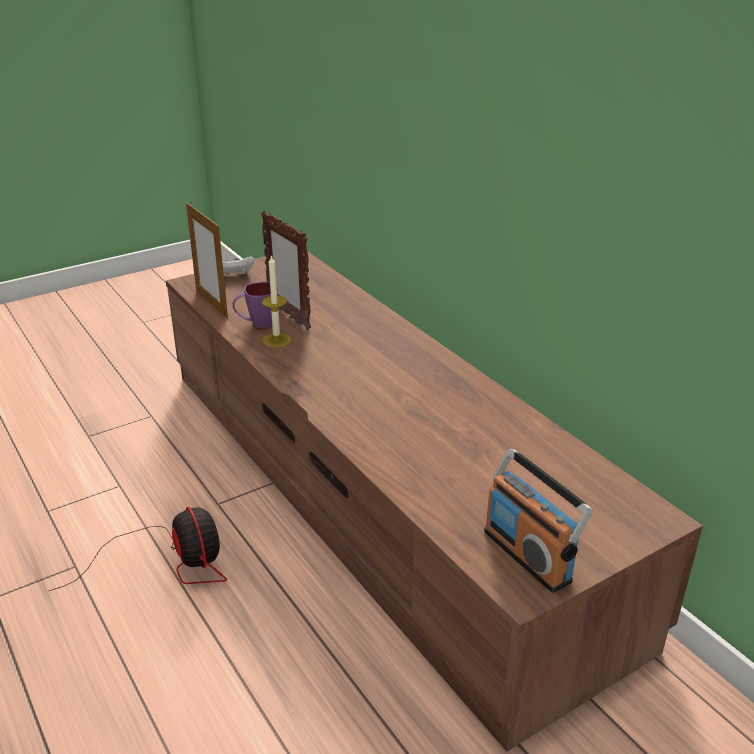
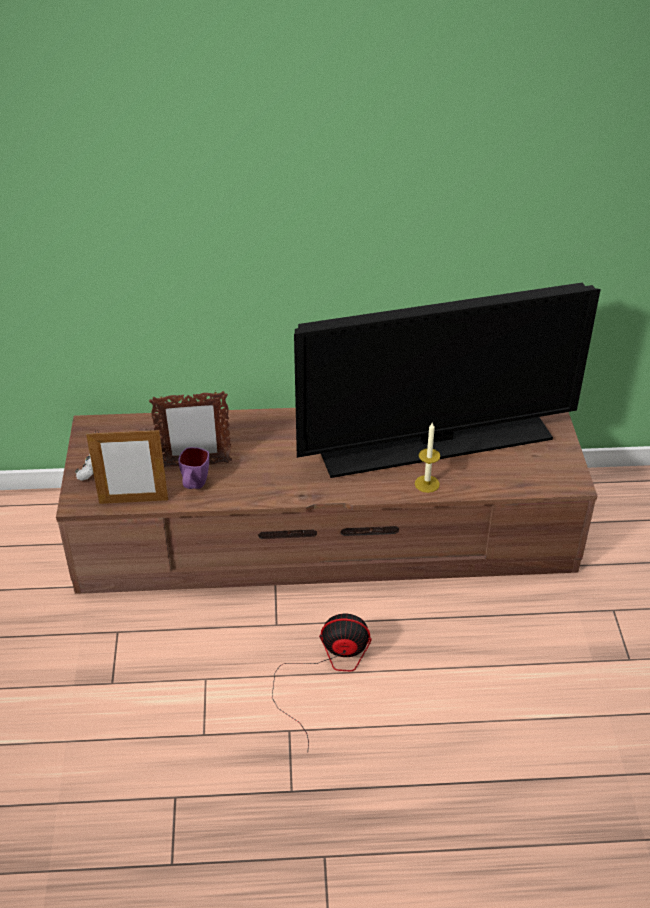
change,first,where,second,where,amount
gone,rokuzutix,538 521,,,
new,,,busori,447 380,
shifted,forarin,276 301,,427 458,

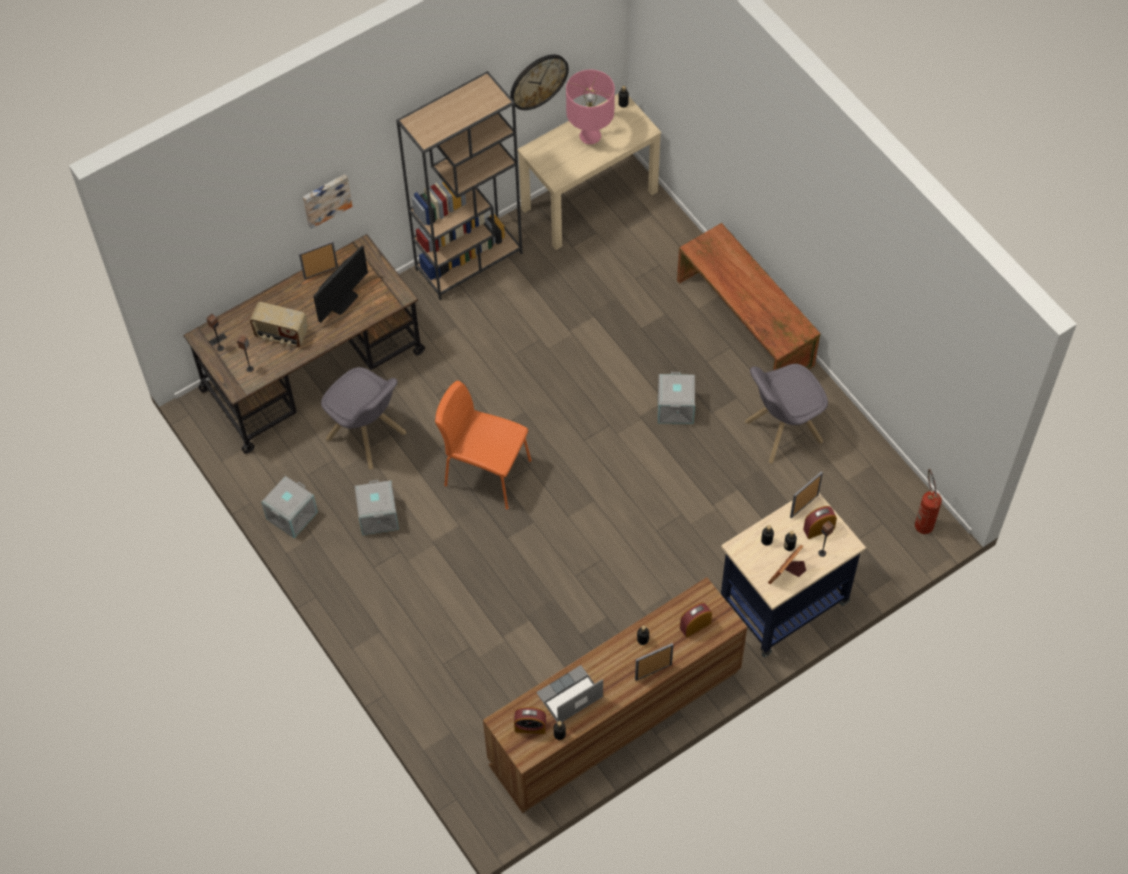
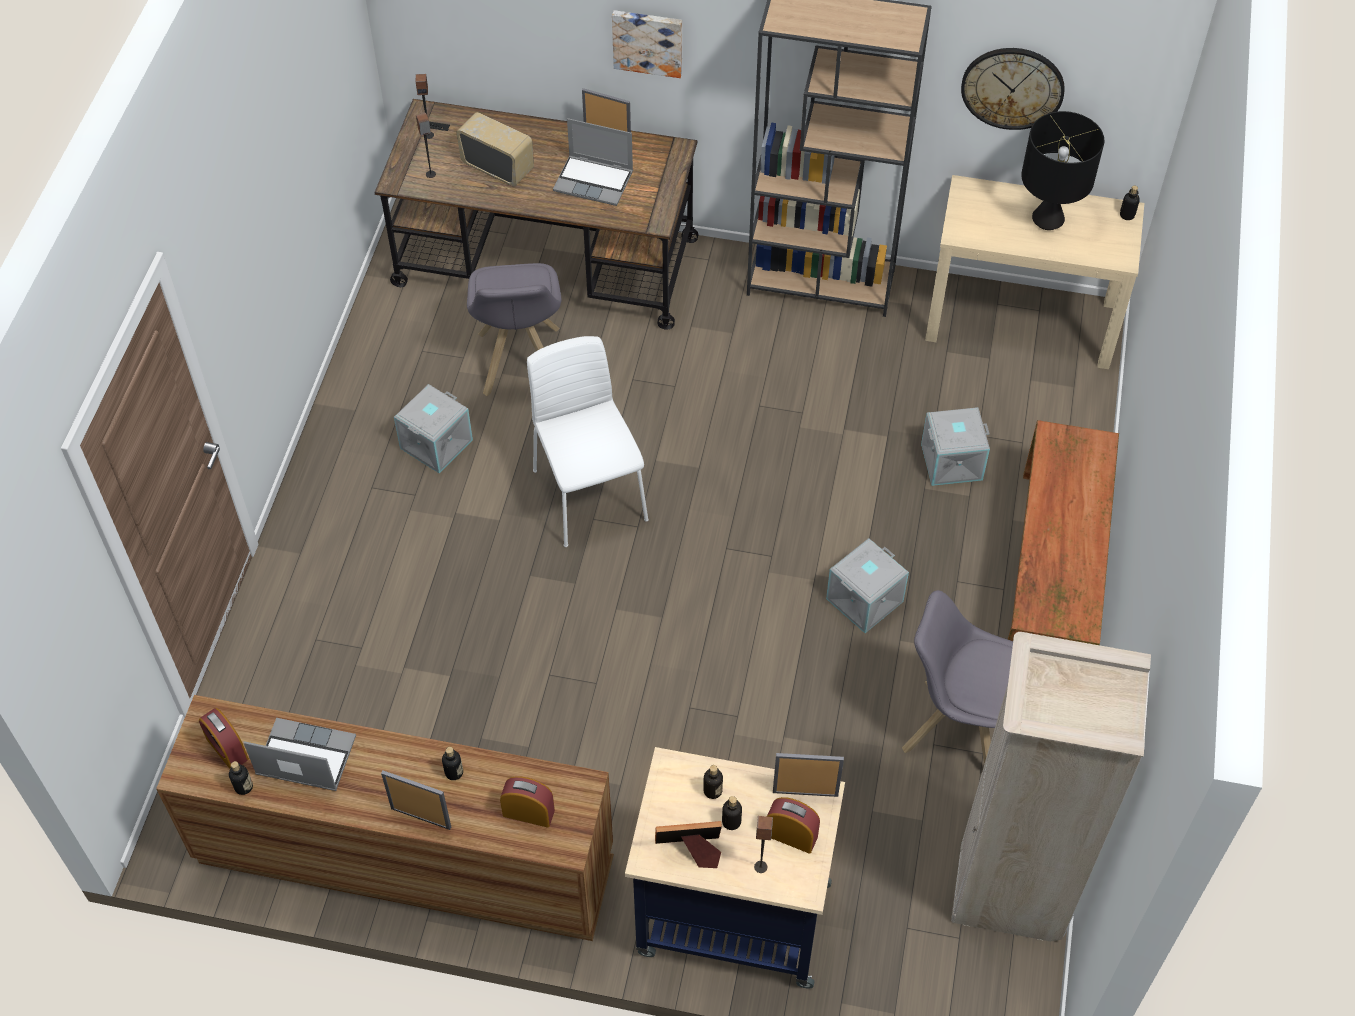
change,first,where,second,where,amount
gone,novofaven,928 501,,,
new,,,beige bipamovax,1051 787,
shifted,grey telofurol,289 507,,955 446,
swapped,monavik,340 284,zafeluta,593 162,
repainted,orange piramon,483 445,white piramon,588 441,
repainted,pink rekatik,590 107,black rekatik,1062 170,
rotated,rokuzutix,279 324,,495 149,150 degrees clockwise

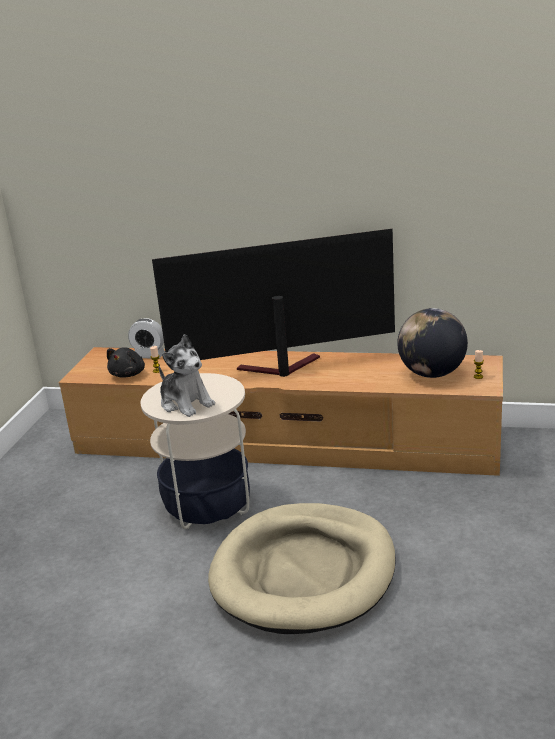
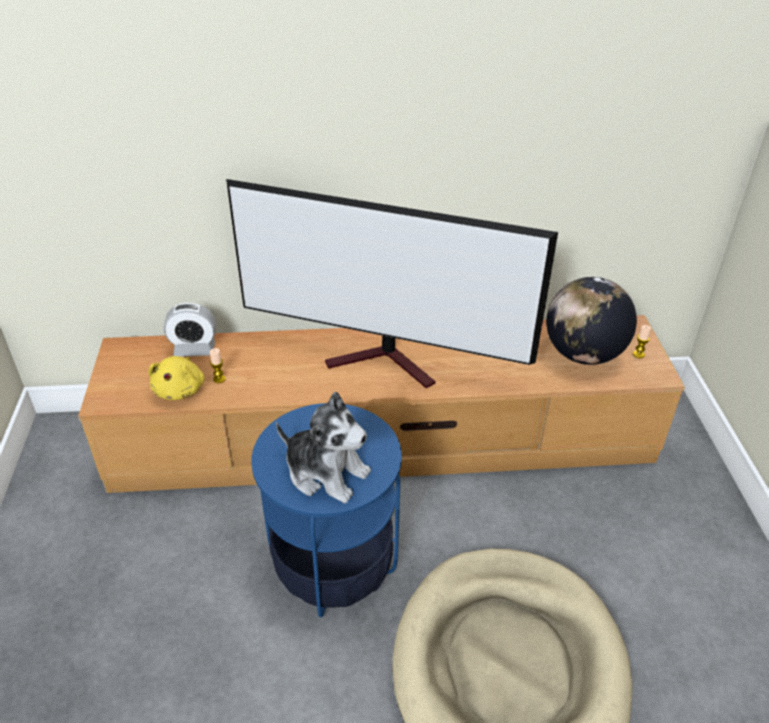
change,first,where,second,where,amount
repainted,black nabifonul,126 362,yellow nabifonul,176 378,
repainted,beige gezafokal,195 451,blue gezafokal,326 510,
rotated,busori,273 303,,392 283,135 degrees counterclockwise

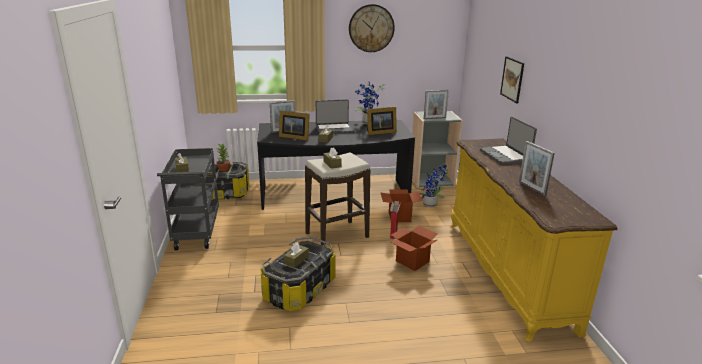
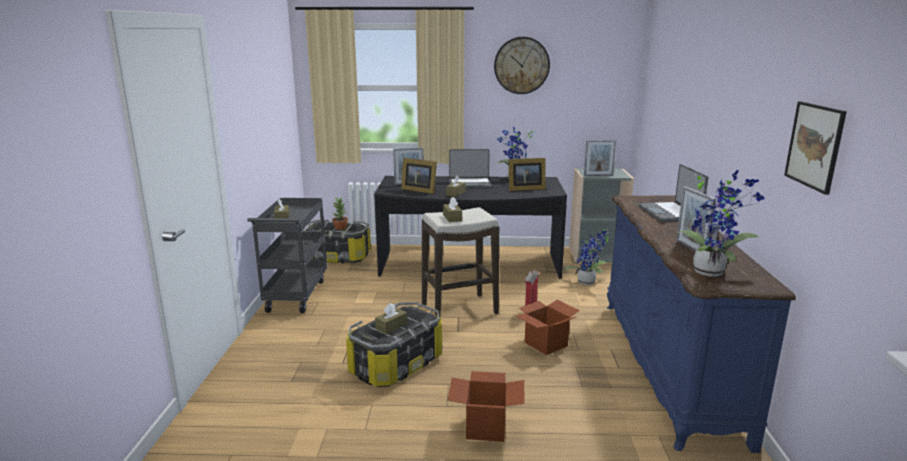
change,first,where,second,where,amount
new,,,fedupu,719 223,
shifted,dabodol,402 205,,486 406,
shifted,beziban,512 80,,815 148,
repainted,yellow bipamovax,534 240,blue bipamovax,701 324,

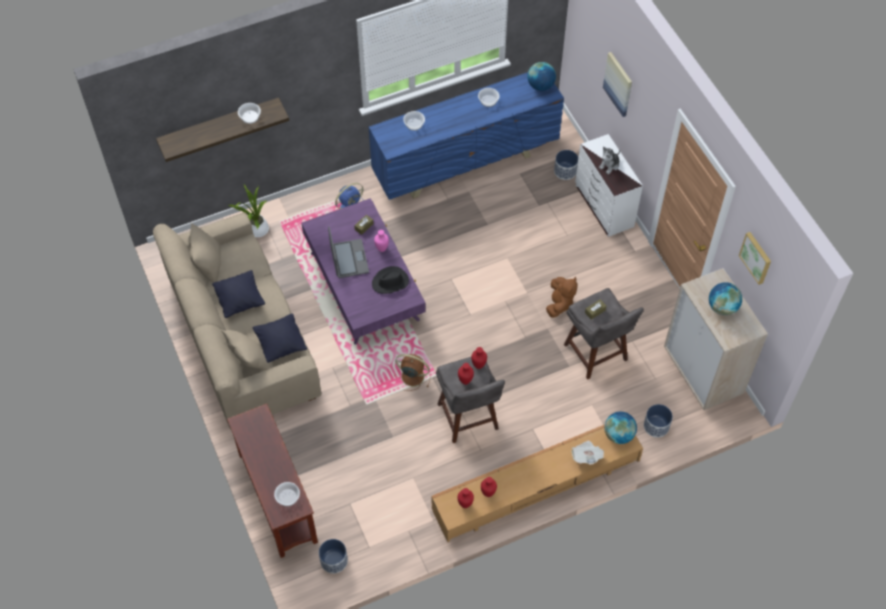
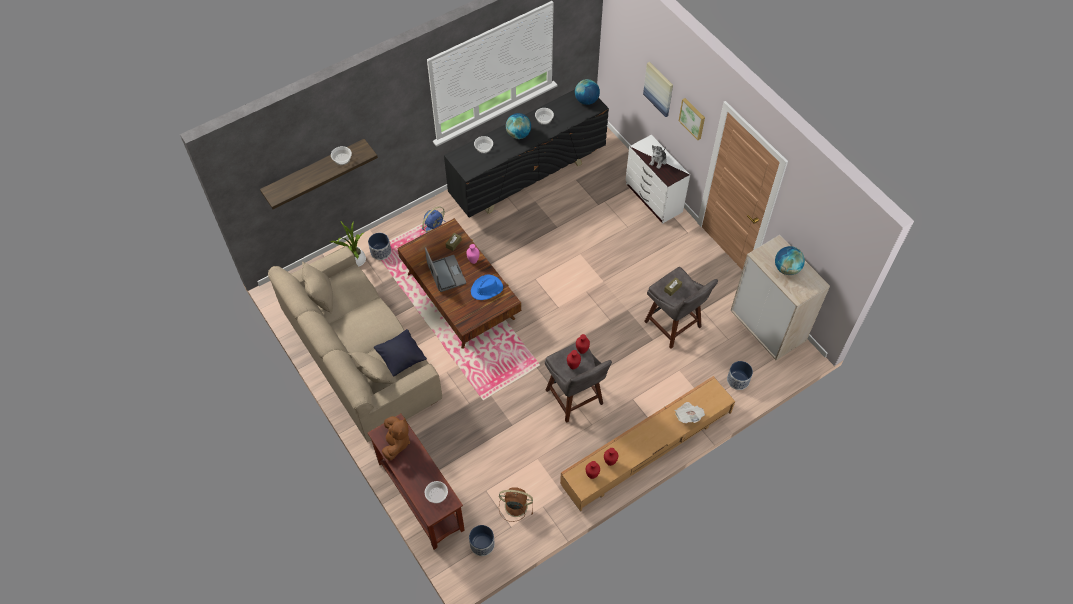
change,first,where,second,where,amount
gone,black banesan,238 294,,,
shifted,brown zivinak,412 372,,516 505,
shifted,brown nabifonul,562 297,,396 438,
shifted,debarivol,566 165,,379 246,
shifted,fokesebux,620 428,,518 126,
shifted,beziban,755 258,,692 119,
repainted,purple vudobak,363 271,brown vudobak,459 283,
repainted,blue bipamovax,466 136,black bipamovax,526 154,
repainted,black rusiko,390 280,blue rusiko,487 287,

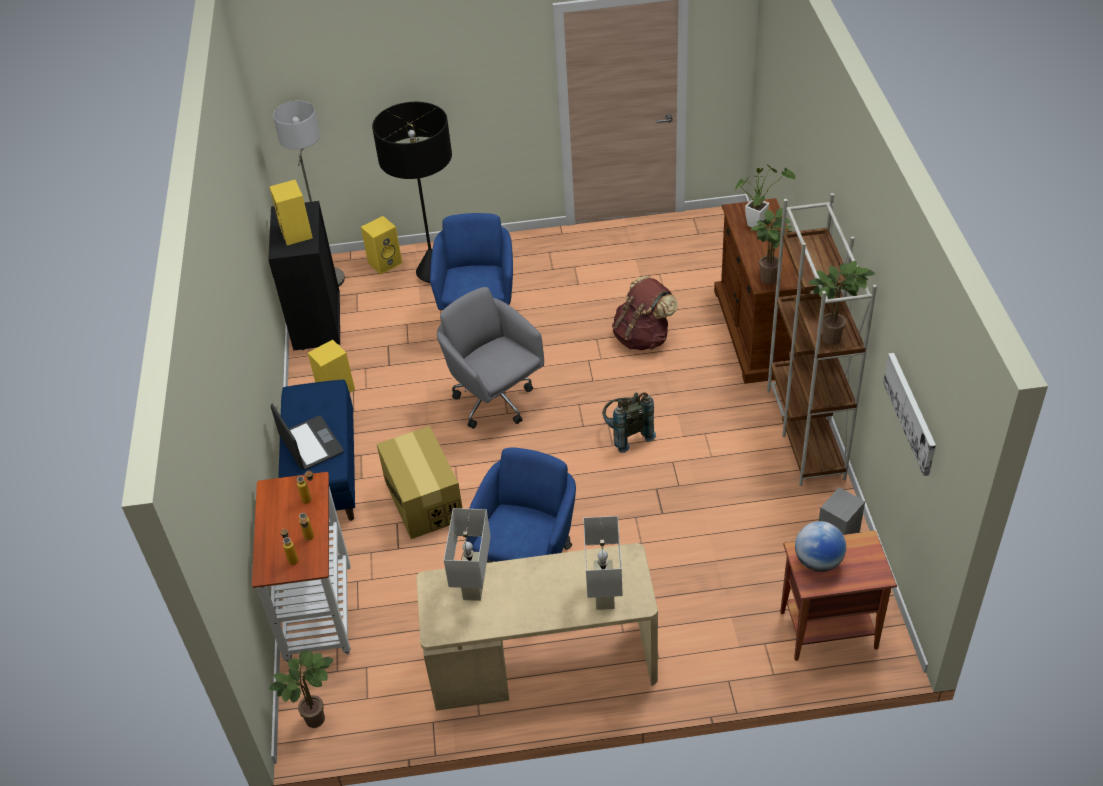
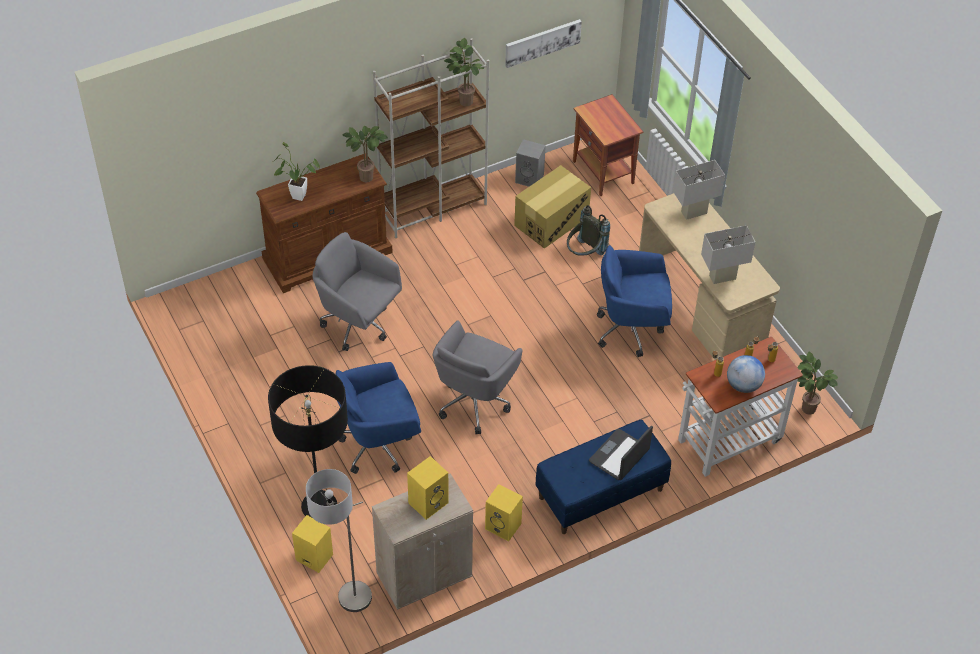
change,first,where,second,where,amount
shifted,dabodol,420 482,,552 207,
shifted,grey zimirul,629 422,,588 230,
shifted,fokesebux,820 546,,746 374,
swapped,brown zimirul,645 313,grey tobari,357 291,
repainted,black bipamovax,304 276,beige bipamovax,422 541,

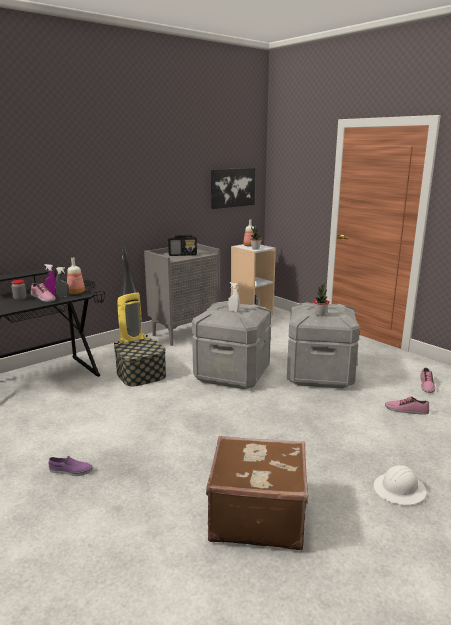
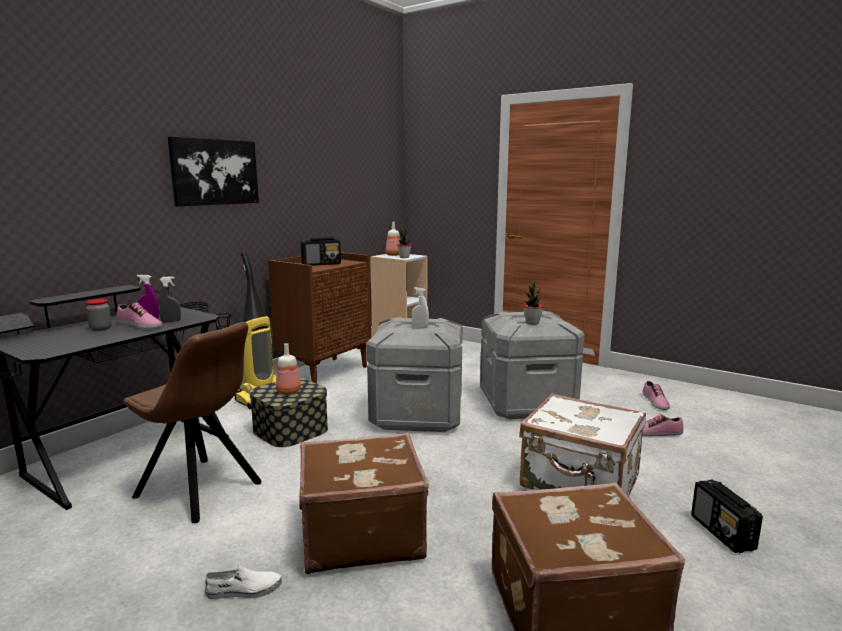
change,first,where,second,where,amount
new,,,brown piramon,192 422,
new,,,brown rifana,364 503,
new,,,white rifana,582 445,
shifted,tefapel,76 276,,288 369,
shifted,beziban,233 188,,213 171,
swapped,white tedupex,400 485,rokuzutix,727 516,
repainted,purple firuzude,70 466,white firuzude,243 582,
repainted,grey bipamovax,182 295,brown bipamovax,320 318,

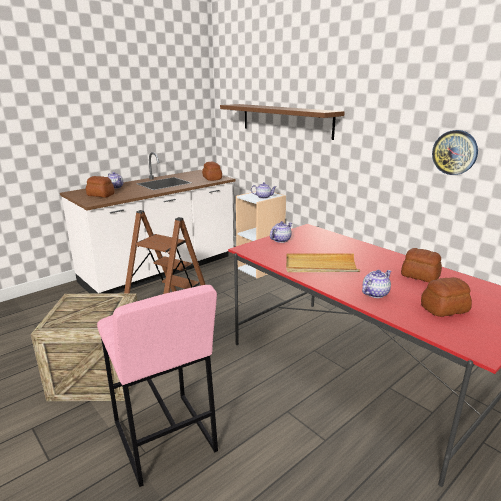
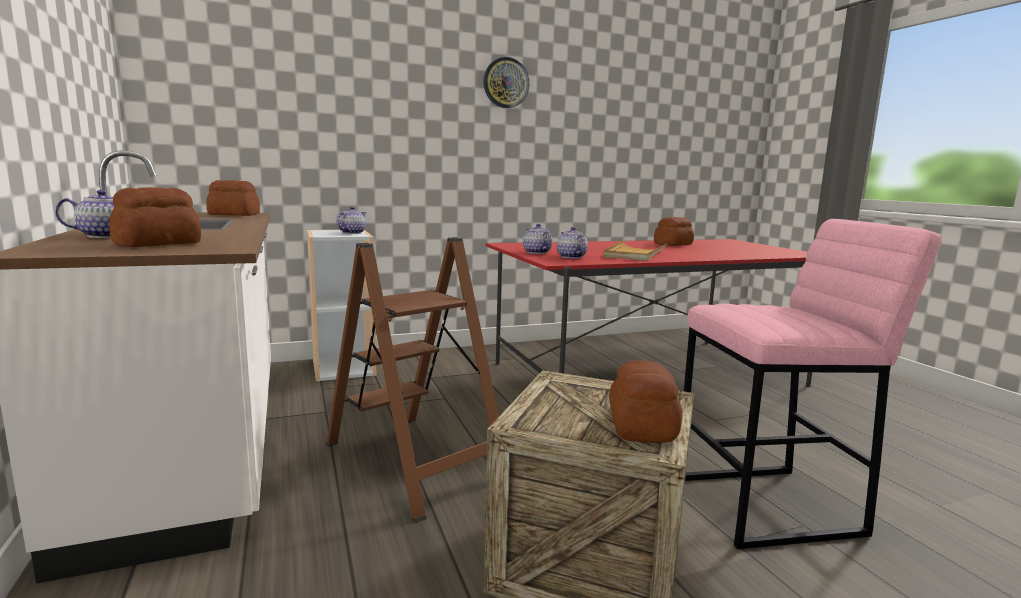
change,first,where,second,where,amount
gone,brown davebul,282 122,,,
shifted,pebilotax,376 284,,572 243,
shifted,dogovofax,446 297,,645 401,
shifted,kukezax,455 152,,506 82,

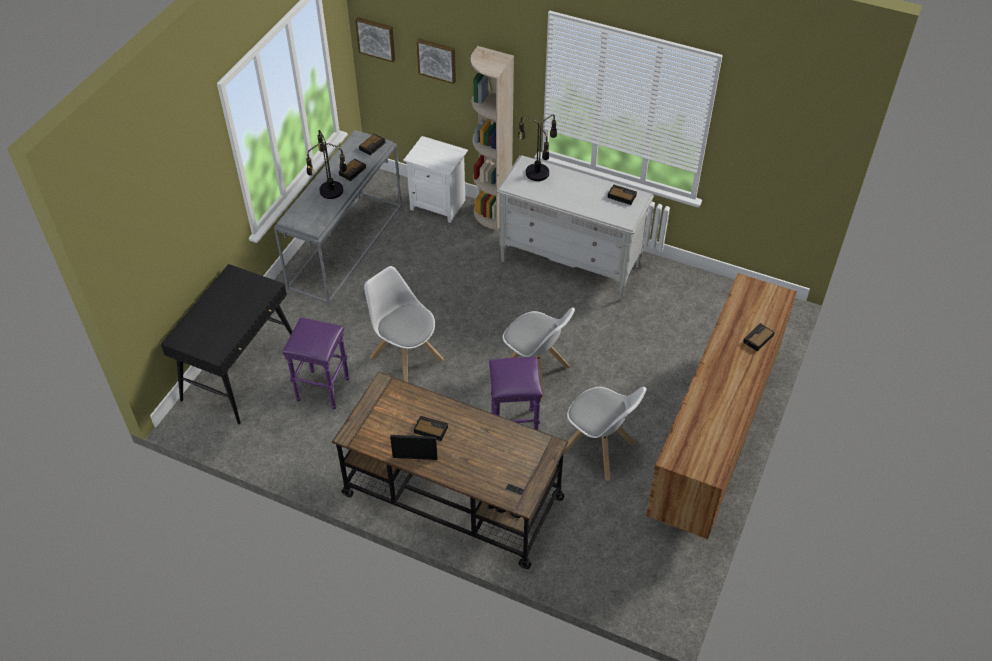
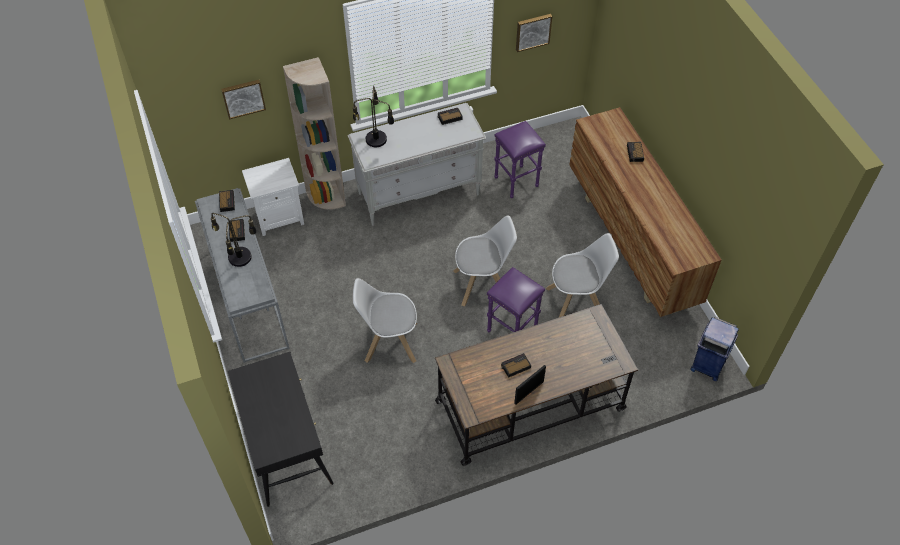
change,first,where,second,where,amount
new,,,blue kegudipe,714 349,
shifted,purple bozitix,315 364,,520 159,
shifted,beziban,375 39,,534 33,

